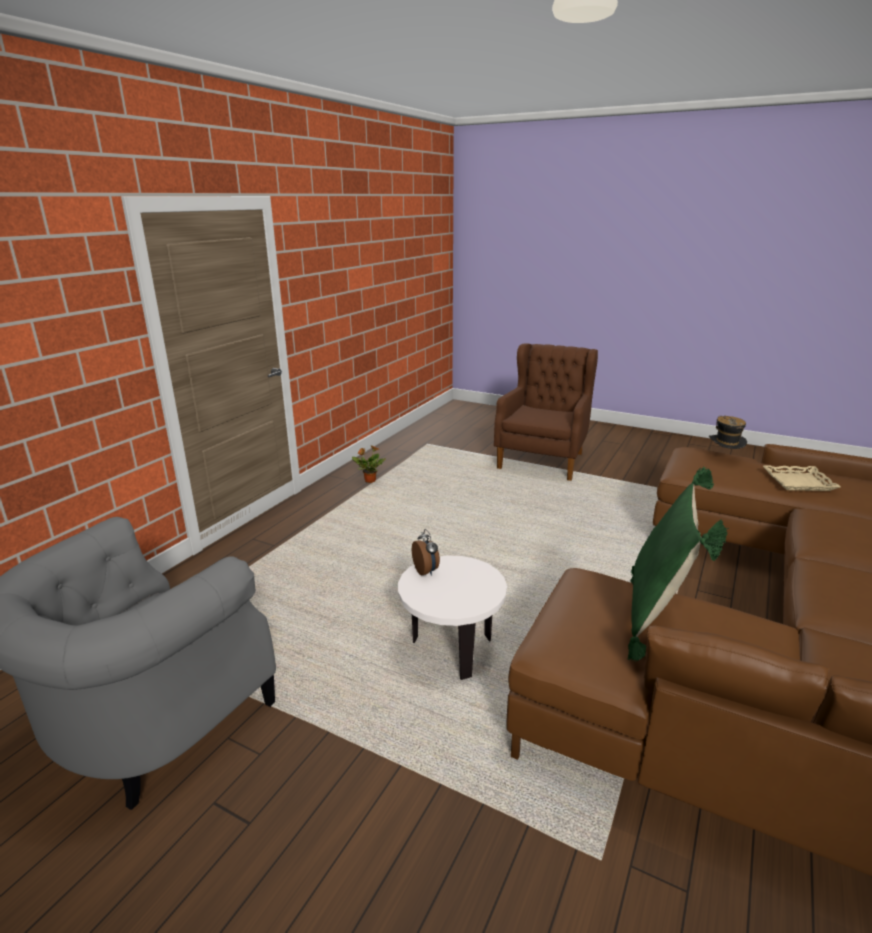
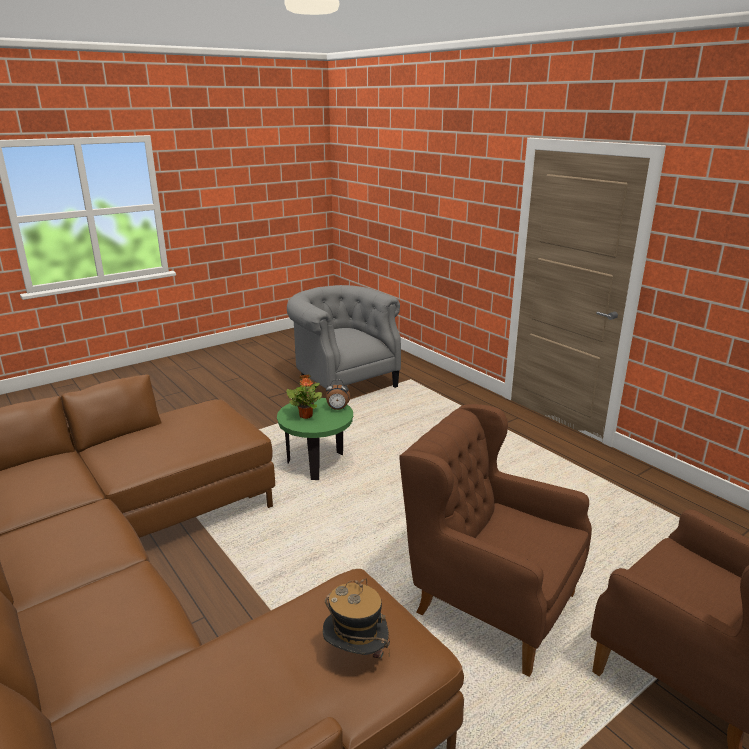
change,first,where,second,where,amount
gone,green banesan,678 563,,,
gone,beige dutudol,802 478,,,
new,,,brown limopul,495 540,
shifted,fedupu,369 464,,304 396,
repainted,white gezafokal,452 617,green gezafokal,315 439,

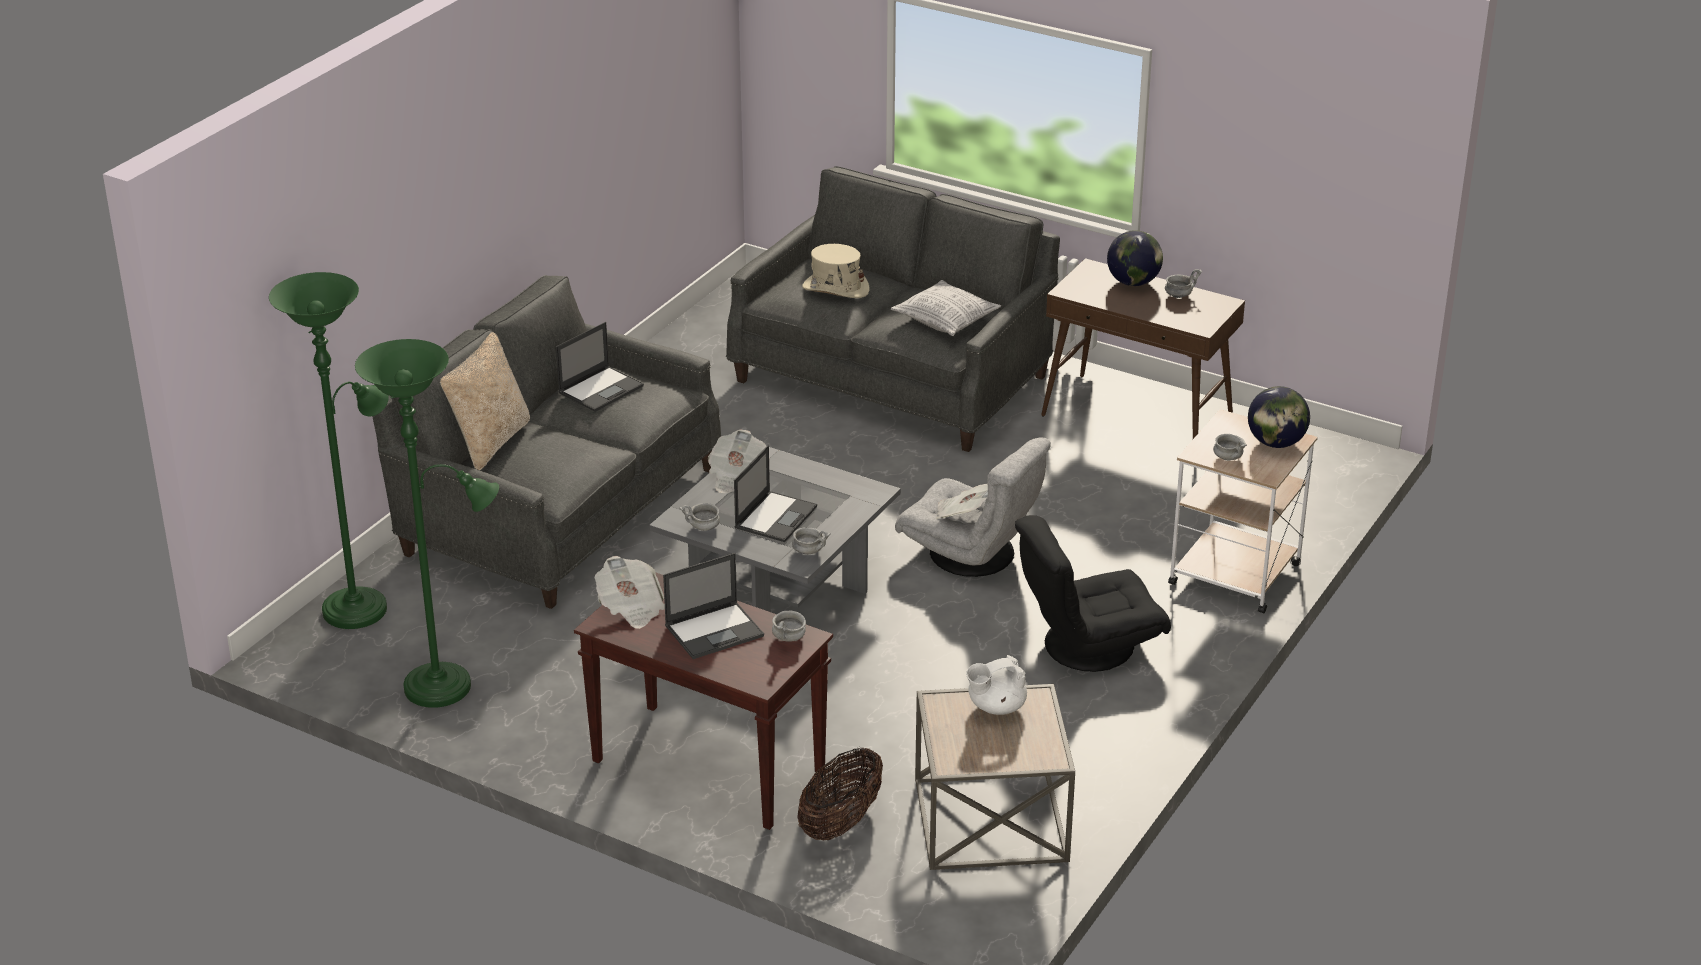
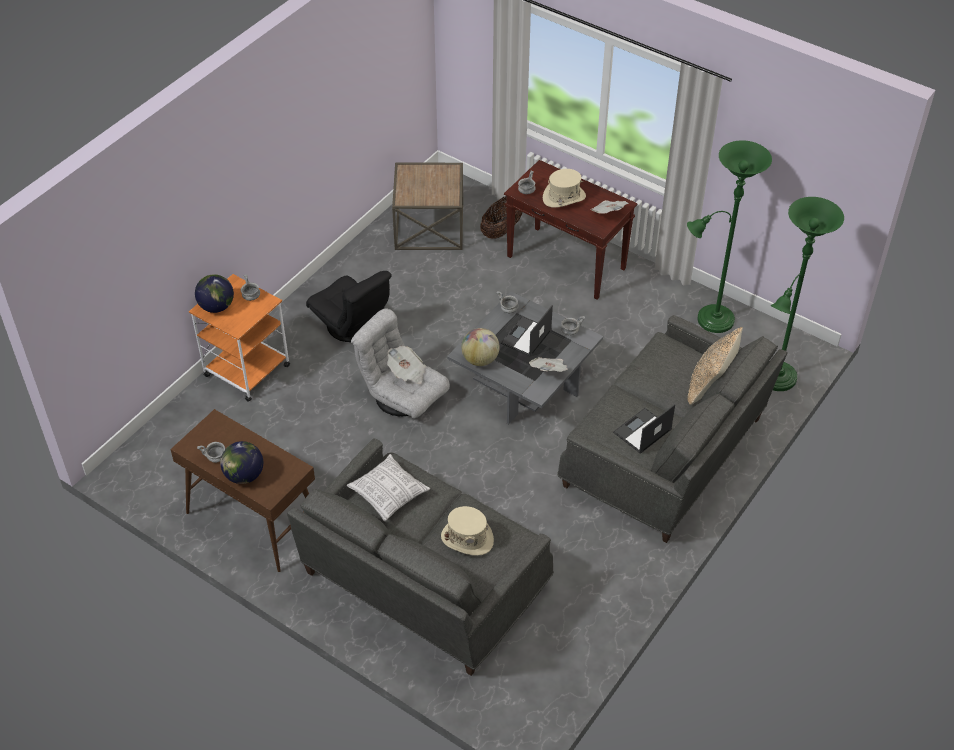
change,first,where,second,where,amount
gone,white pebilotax,996 685,,,
new,,,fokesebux,480 347,
swapped,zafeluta,713 606,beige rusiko,564 188,
repainted,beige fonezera,1243 511,orange fonezera,239 338,
rotated,black limopul,1093 593,,349 306,60 degrees clockwise

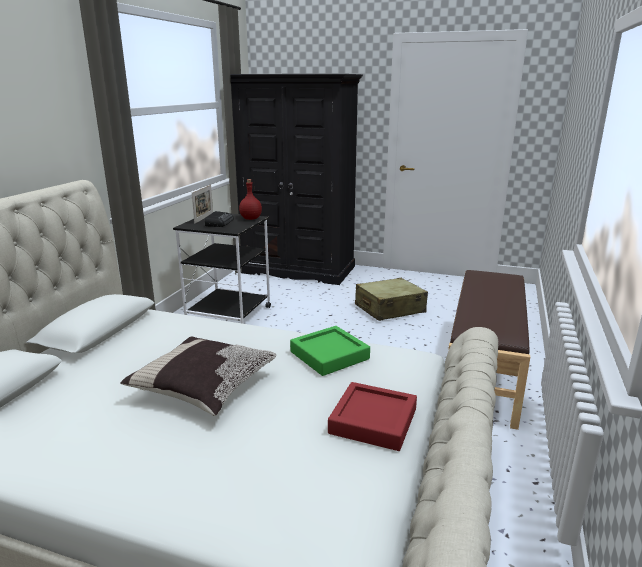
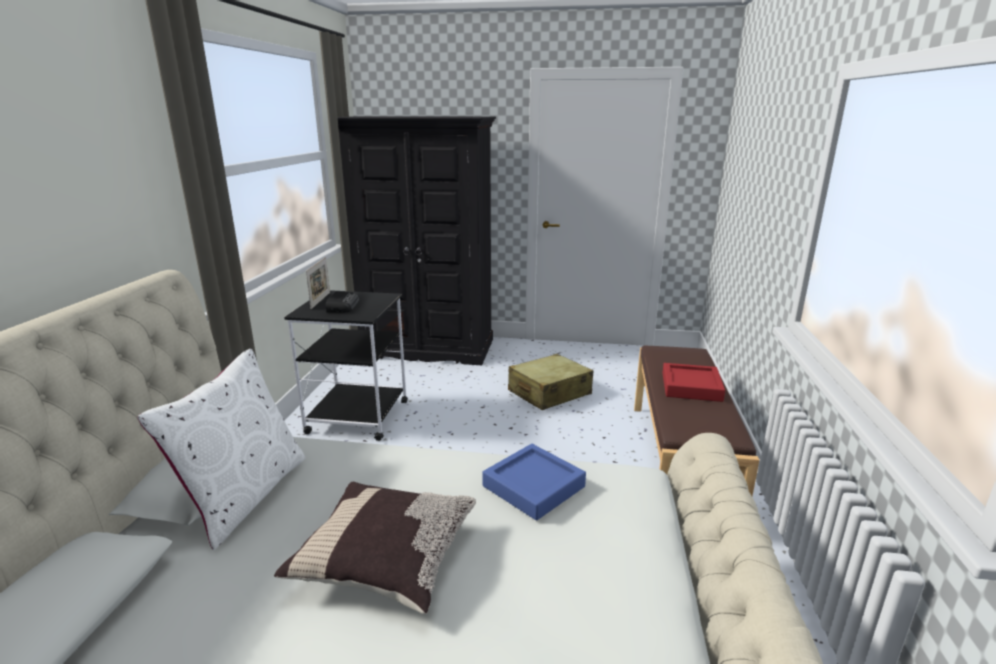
change,first,where,second,where,amount
gone,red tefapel,250 199,,,
new,,,white banesan,221 449,
shifted,red dutudol,372 416,,693 382,
repainted,green dutudol,330 351,blue dutudol,534 482,

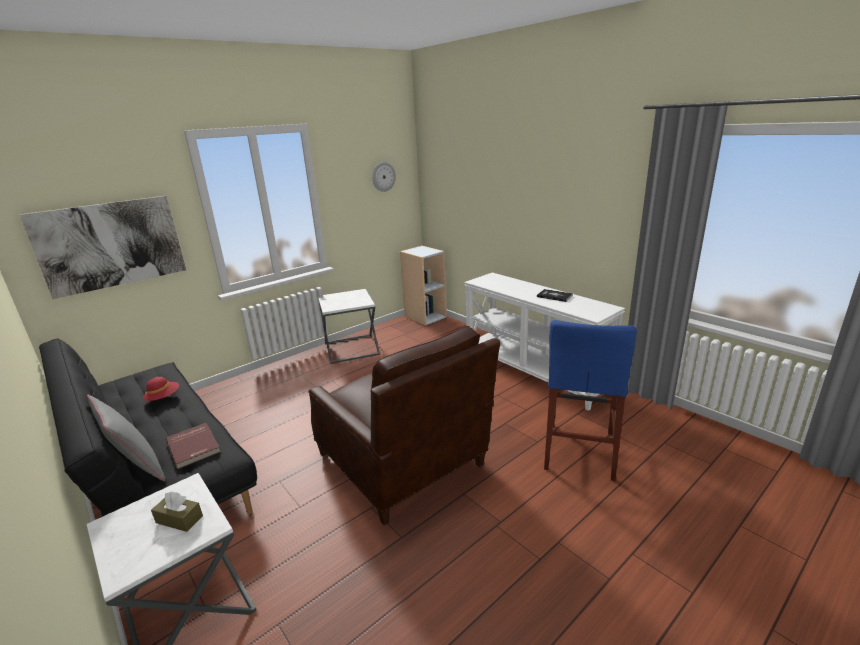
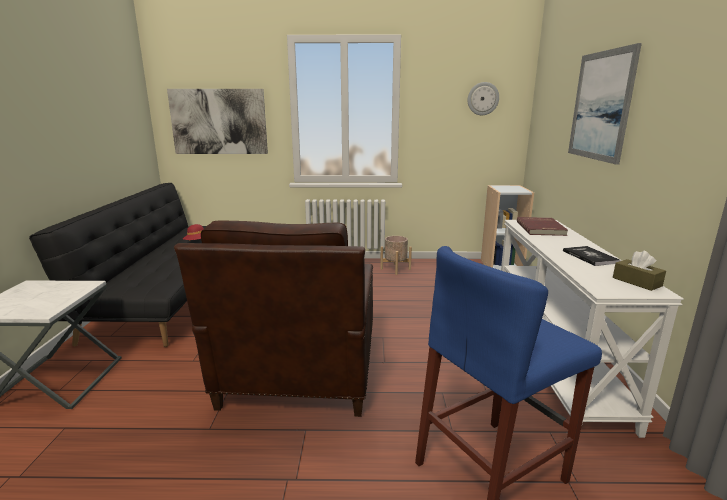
change,first,where,second,where,amount
gone,grey banesan,126 438,,,
new,,,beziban,605 104,
shifted,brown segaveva,177 512,,639 271,
shifted,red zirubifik,193 446,,542 226,
swapped,white gezafokal,349 326,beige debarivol,396 255,

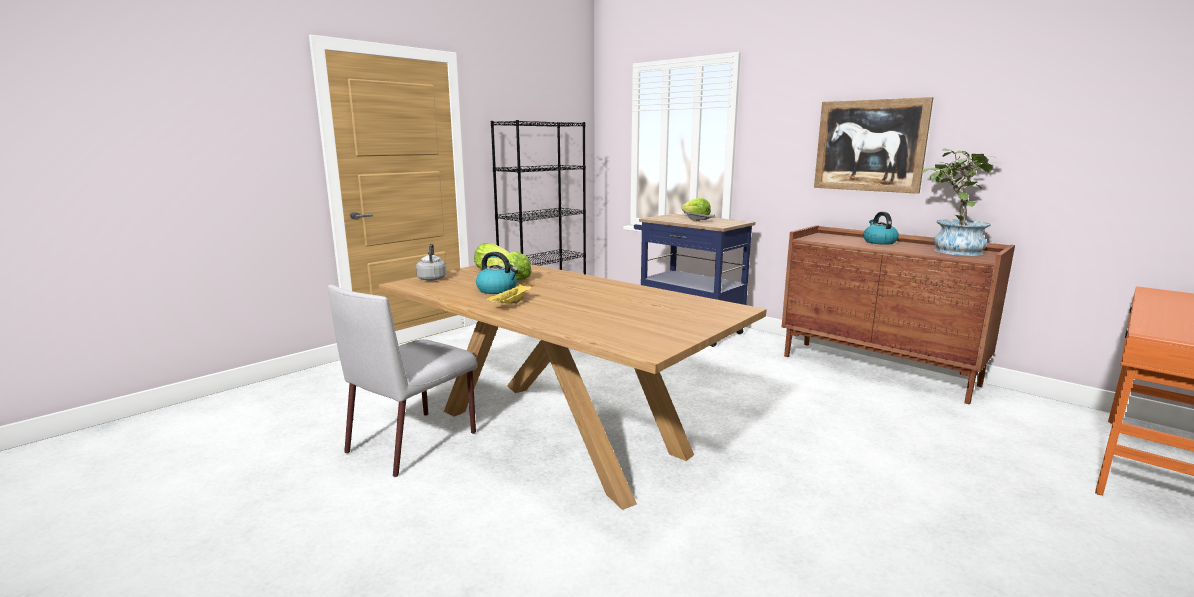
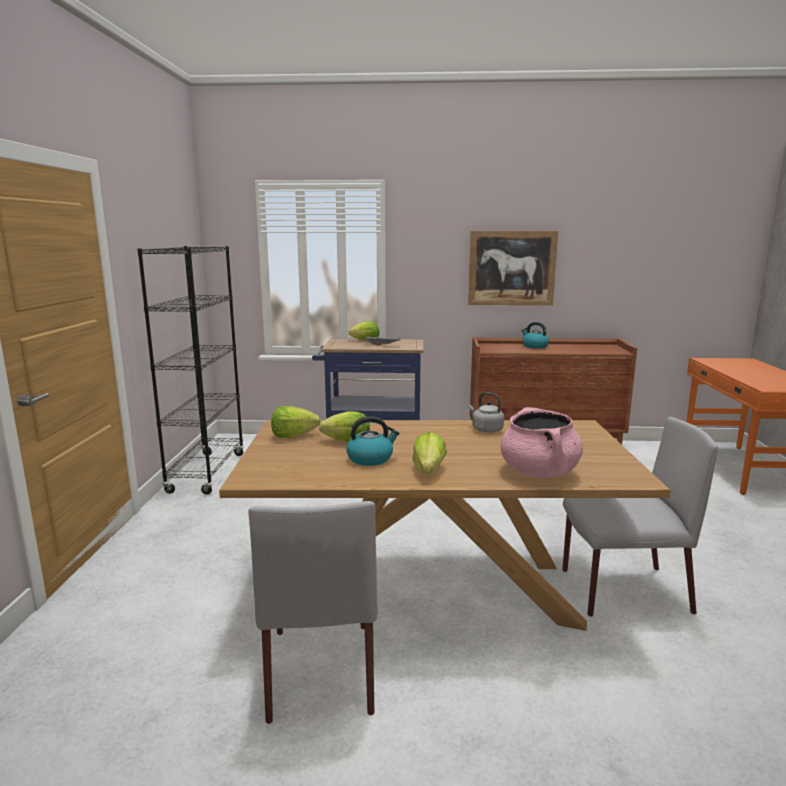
change,first,where,second,where,amount
gone,fedupu,961 202,,,
new,,,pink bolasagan,542 443,
new,,,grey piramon,640 517,
shifted,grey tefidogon,431 262,,486 412,
swapped,yellow dutudol,509 294,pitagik,429 452,

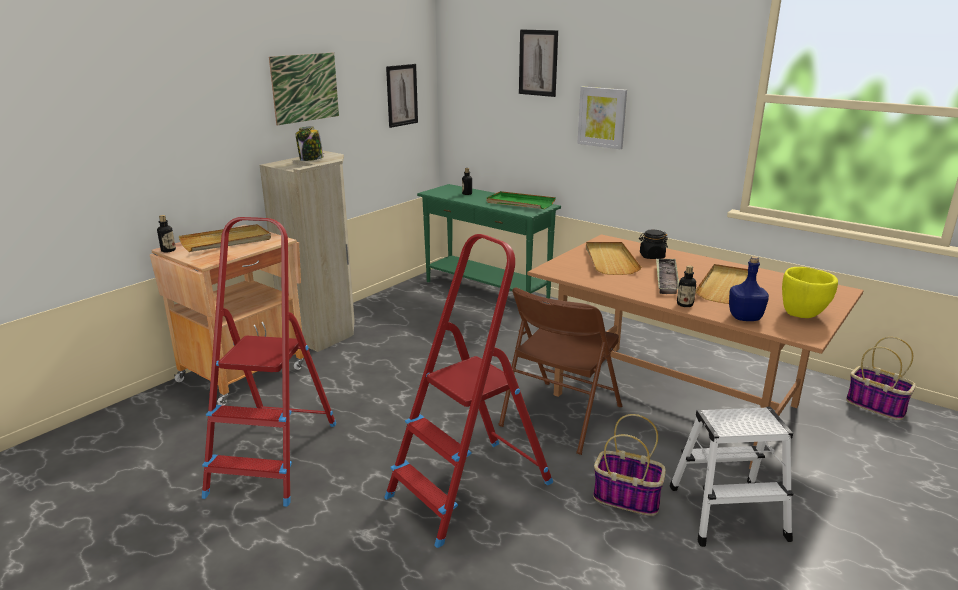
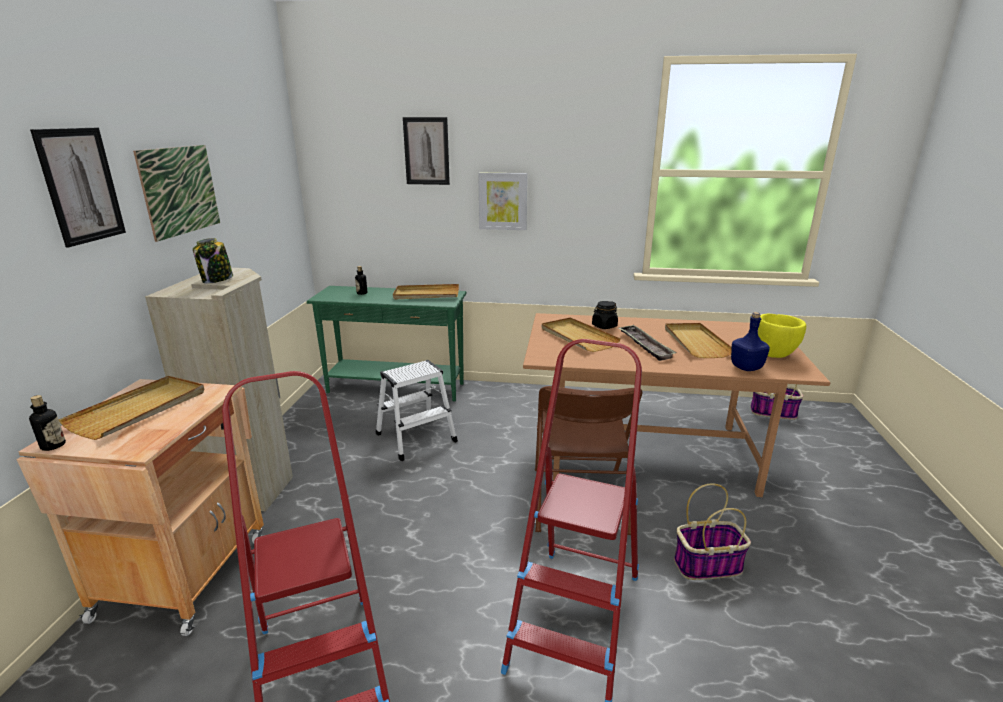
change,first,where,second,where,amount
gone,tefapel,686 286,,,
shifted,beziban,402 96,,78 187,
shifted,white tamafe,732 477,,417 410,
repainted,green dutudol,521 200,beige dutudol,426 291,

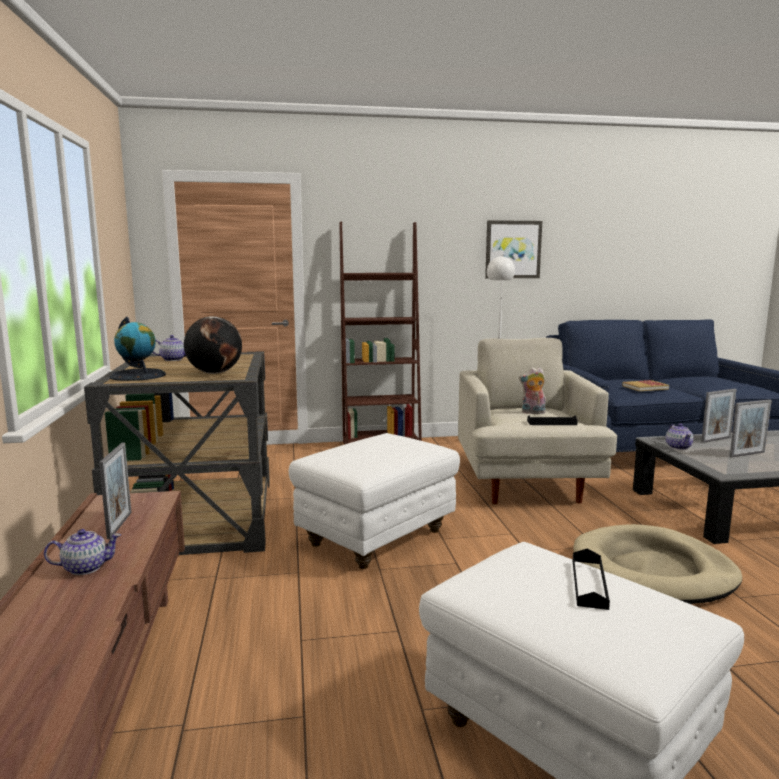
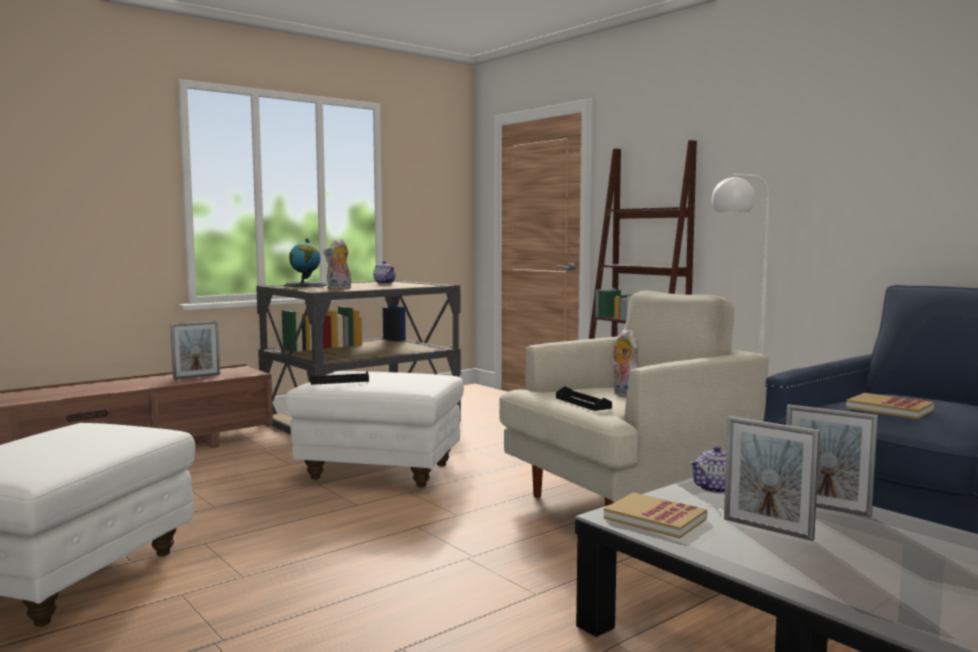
change,first,where,second,where,amount
gone,pebilotax,82 552,,,
gone,beziban,513 249,,,
gone,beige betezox,657 564,,,
new,,,zirubifik,655 515,
shifted,black dutudol,591 579,,339 377,
swapped,fokesebux,213 345,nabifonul,337 265,

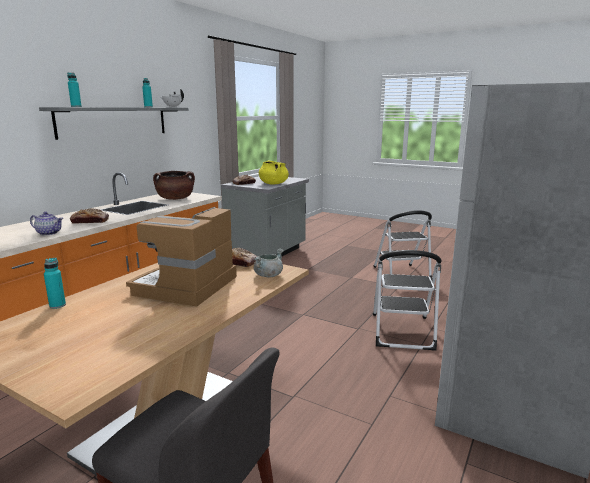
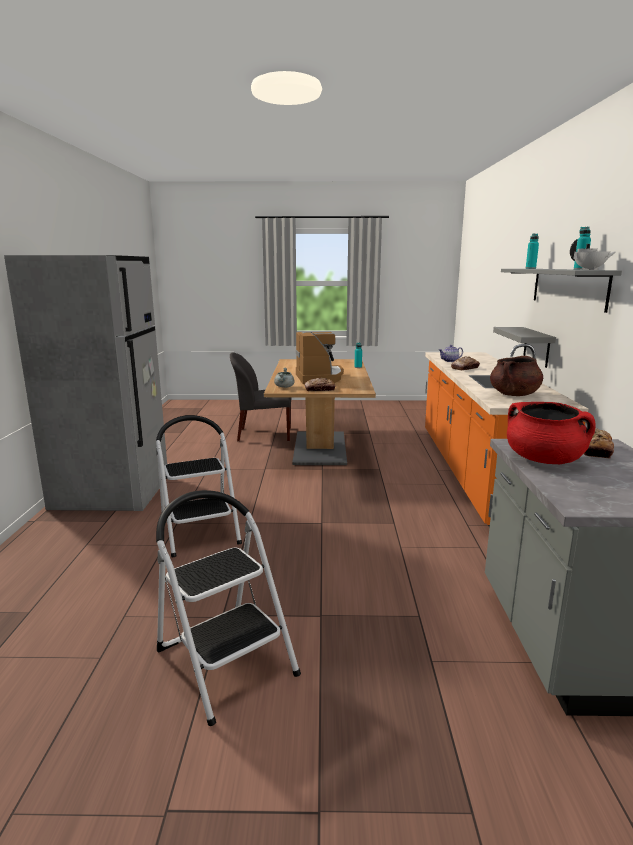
change,first,where,second,where,amount
new,,,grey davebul,524 347,
repainted,yellow bolasagan,274 172,red bolasagan,551 433,

